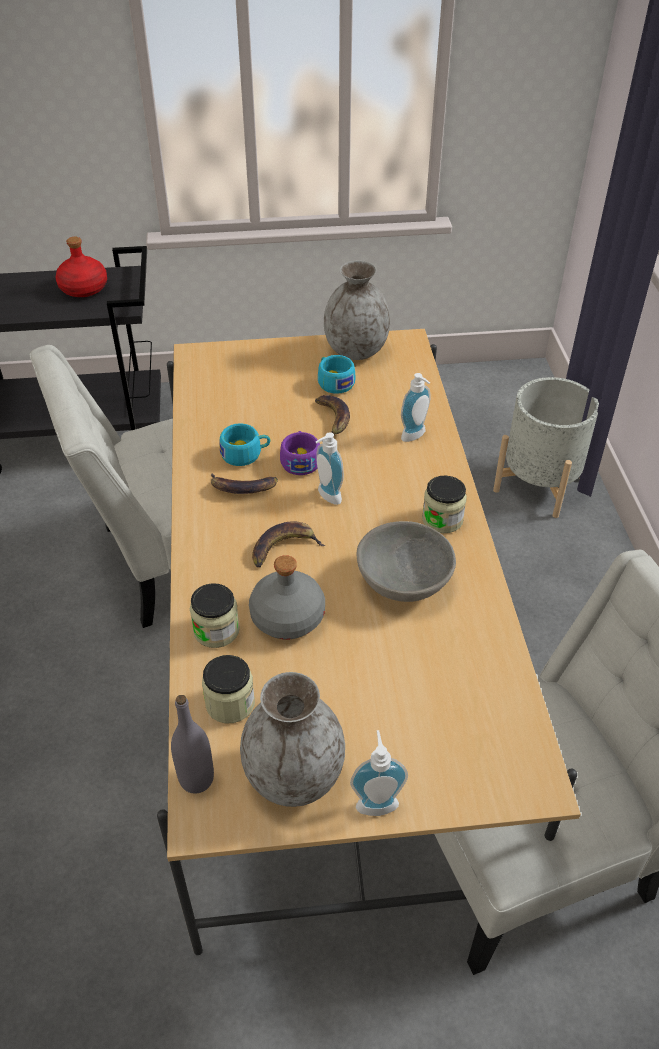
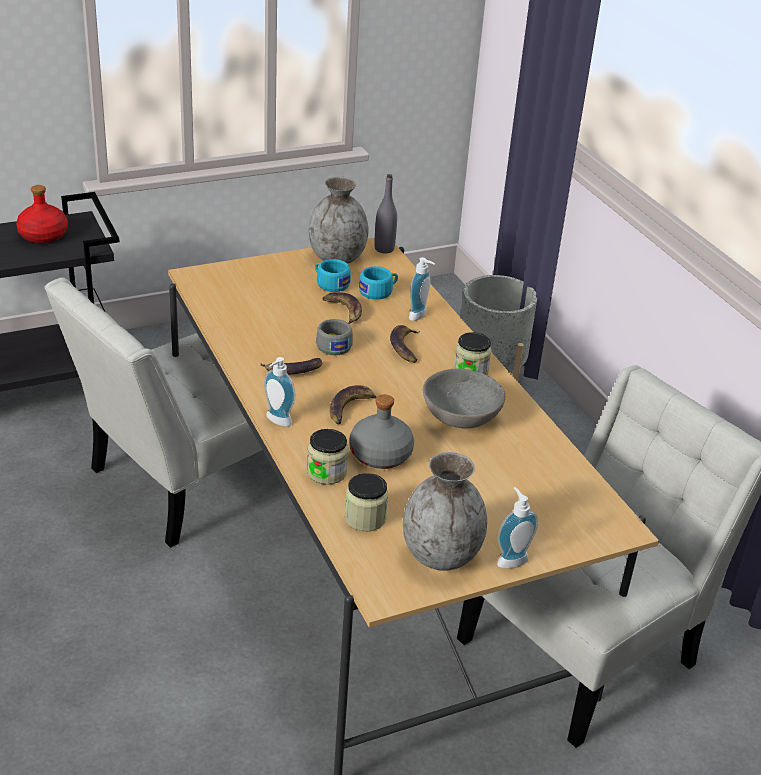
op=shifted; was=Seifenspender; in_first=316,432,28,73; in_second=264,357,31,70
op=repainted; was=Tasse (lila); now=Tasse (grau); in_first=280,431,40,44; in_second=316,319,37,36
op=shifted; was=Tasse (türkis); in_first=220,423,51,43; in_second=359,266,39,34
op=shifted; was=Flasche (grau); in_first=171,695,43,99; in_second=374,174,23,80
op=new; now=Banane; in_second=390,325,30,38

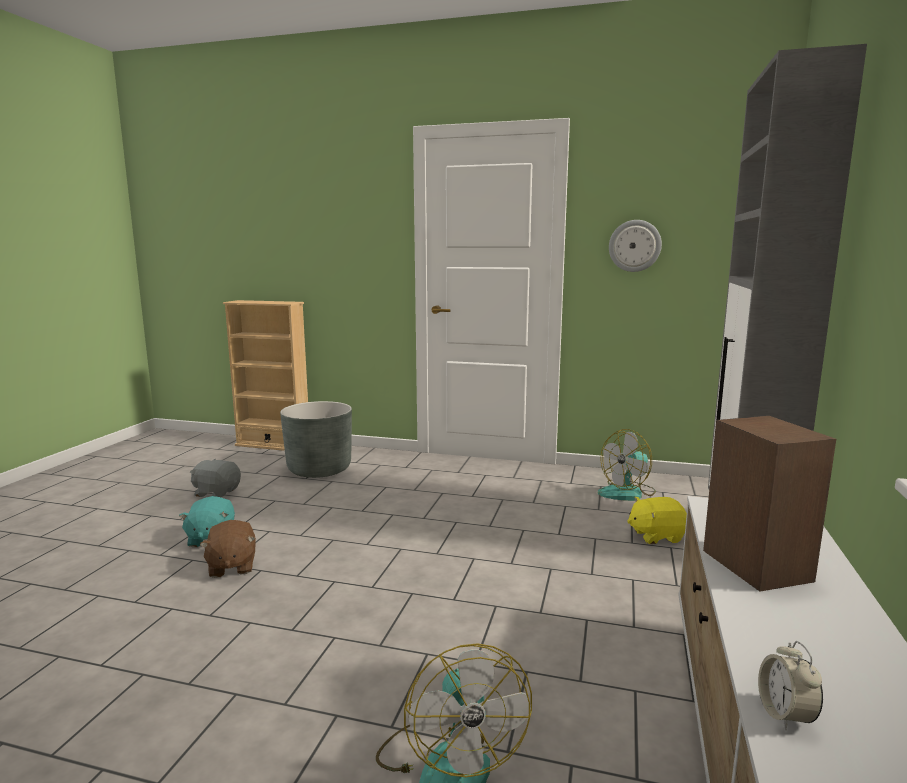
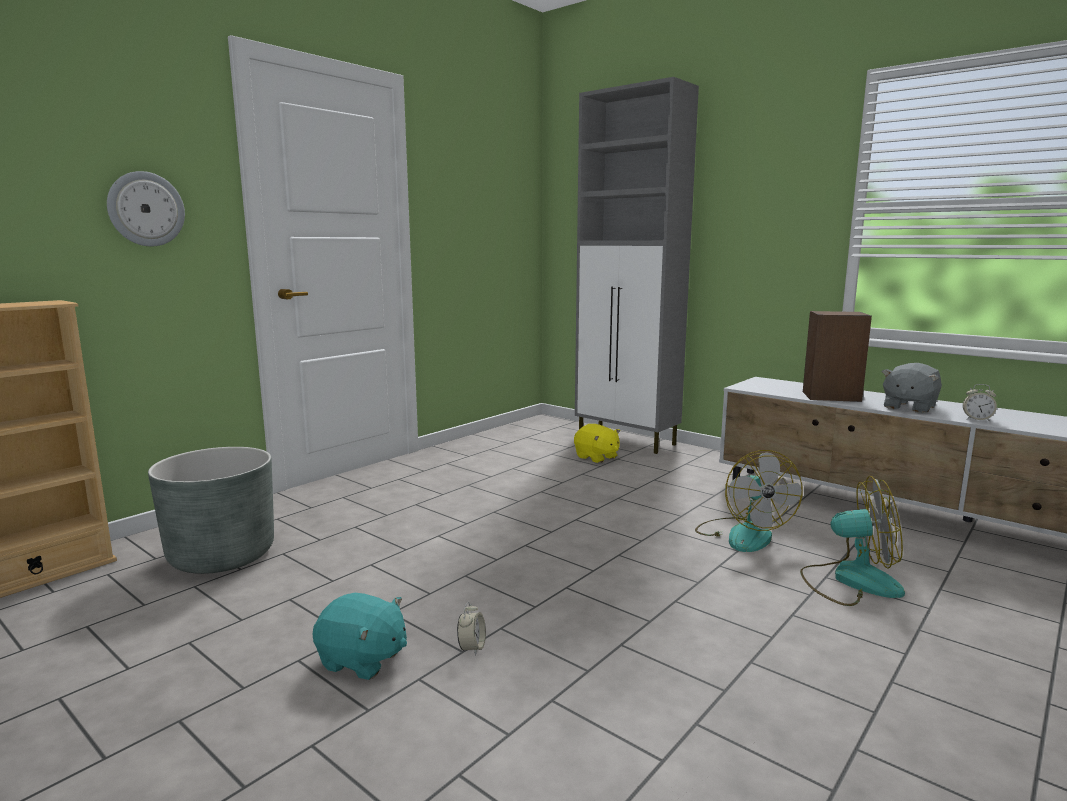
op=shifted; was=Wanduhr; in_first=609,220,53,52; in_second=107,171,78,76
op=swapped; was=Plüschtier (braun); now=Wecker; in_first=200,520,56,58; in_second=457,602,29,54
op=rotated; was=Plüschtier (gelb); in_first=627,497,60,47; in_second=574,424,46,39; clockwise=-60
op=shifted; was=Ventilator; in_first=598,429,58,72; in_second=695,450,108,102
op=shifted; was=Plüschtier (grau); in_first=190,459,51,39; in_second=882,363,60,50

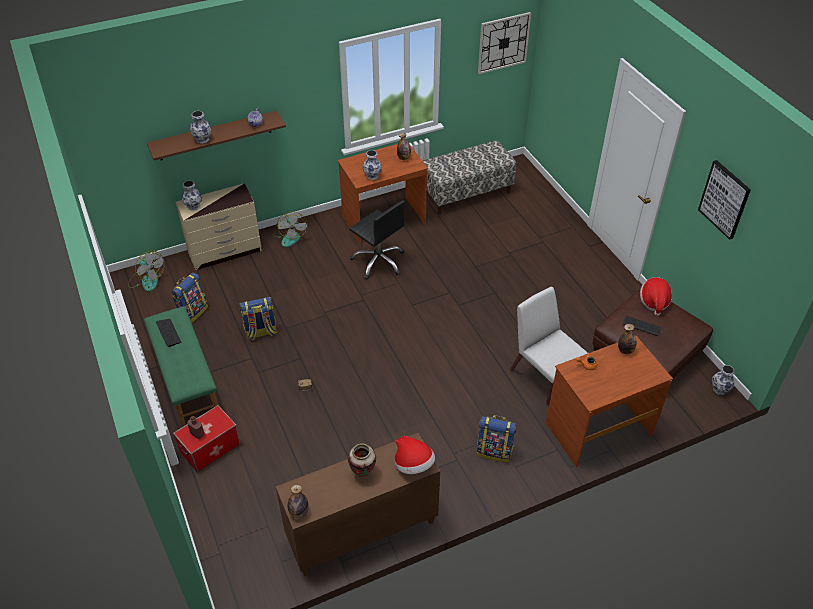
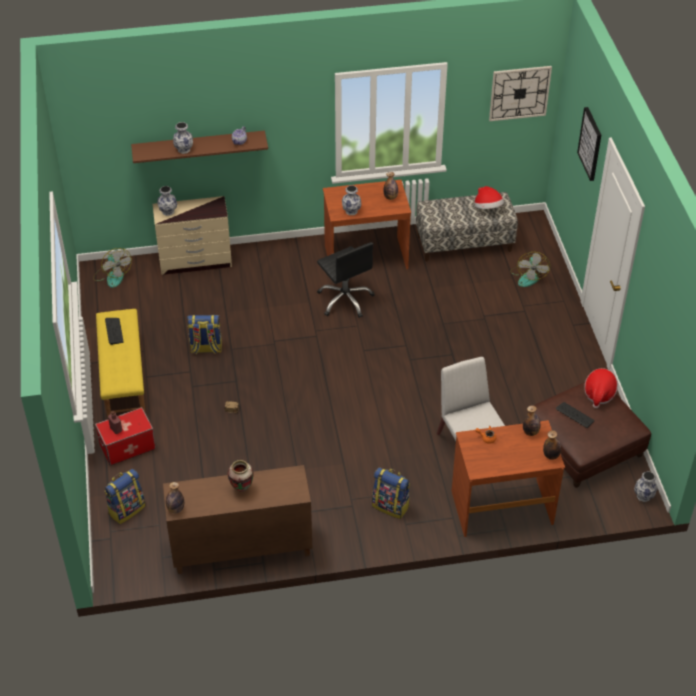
op=repainted; was=Bank (grün); now=Bank (gelb); in_first=144,306,74,119; in_second=96,309,49,109
op=shifted; was=Rucksack; in_first=172,273,36,50; in_second=104,469,42,55
op=shifted; was=Hut; in_first=395,436,40,38; in_second=475,186,29,23
op=shifted; was=Ventilator; in_first=273,212,35,35; in_second=510,252,40,35
op=new; now=Flasche; in_second=543,430,18,30
op=shifted; was=Bild; in_first=698,160,53,80; in_second=577,107,24,74

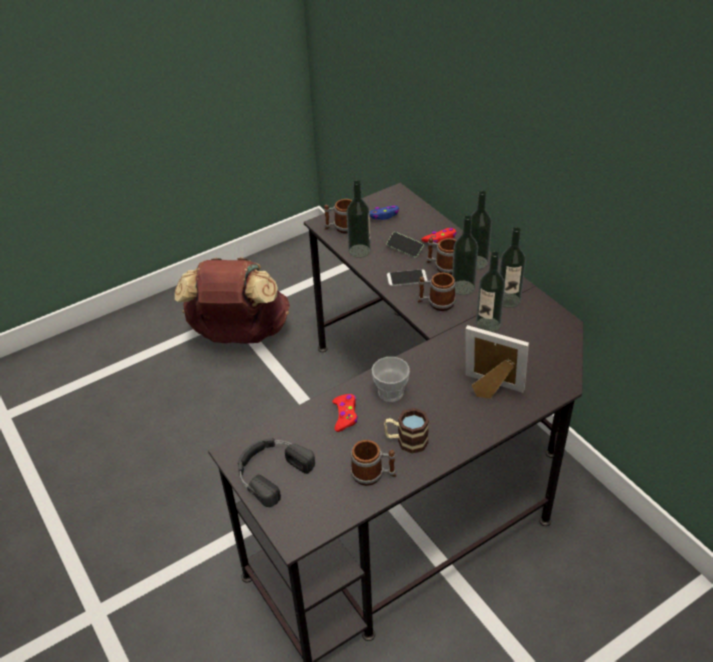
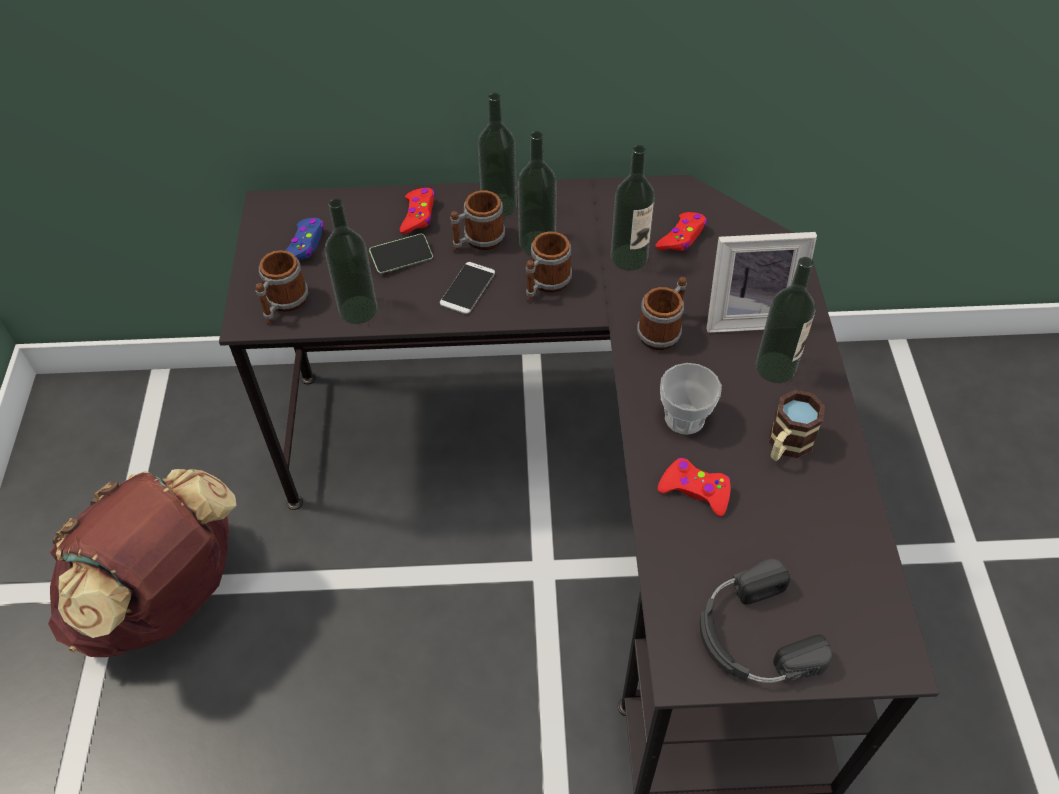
op=shifted; was=Henkelbecher; in_first=351,440,45,46; in_second=637,277,50,73
op=new; now=Gamepad (rot); in_second=656,212,51,39
op=rotated; was=Bilderrahmen; in_first=465,325,64,74; in_second=706,232,111,101; clockwise=-150
op=shifted; was=Flasche; in_first=499,227,27,81; in_second=756,257,59,126

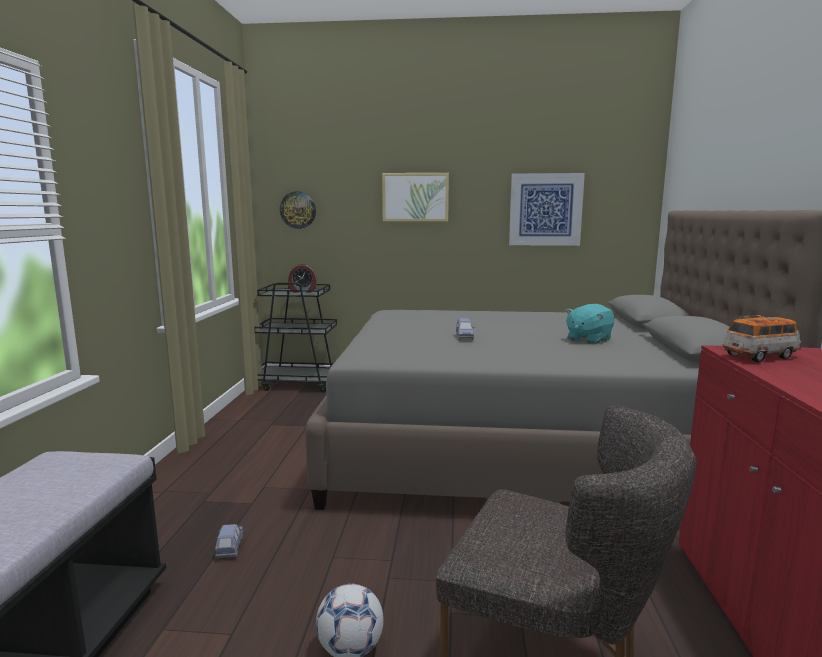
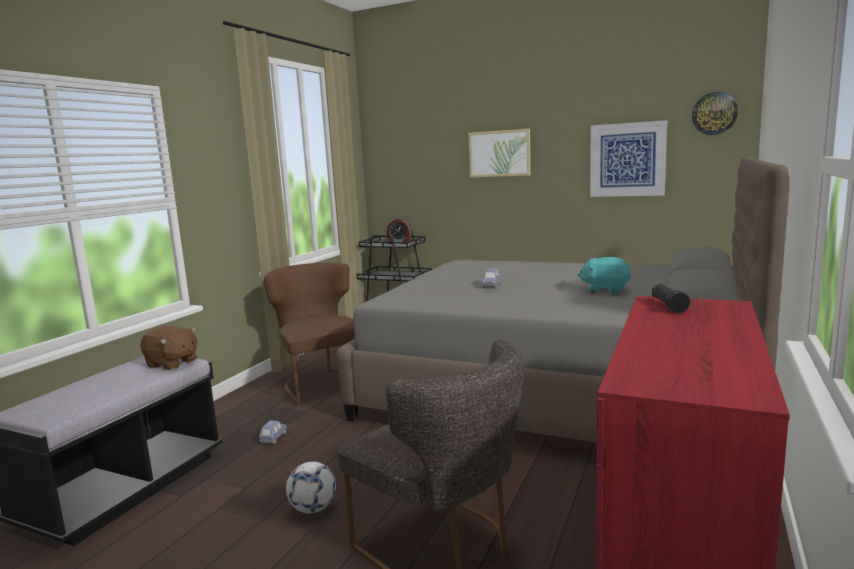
op=new; now=Plüschtier (braun); in_second=140,325,57,45
op=new; now=Stuhl (braun); in_second=264,263,91,142
op=rotated; was=Plüschtier (türkis); in_first=565,304,49,40; in_second=578,257,53,37; clockwise=45
op=swapped; was=Spielzeugauto; now=Taschenlampe (schwarz); in_first=723,315,78,47; in_second=652,284,39,29
op=shifted; was=Wanduhr; in_first=280,191,36,38; in_second=692,92,46,43

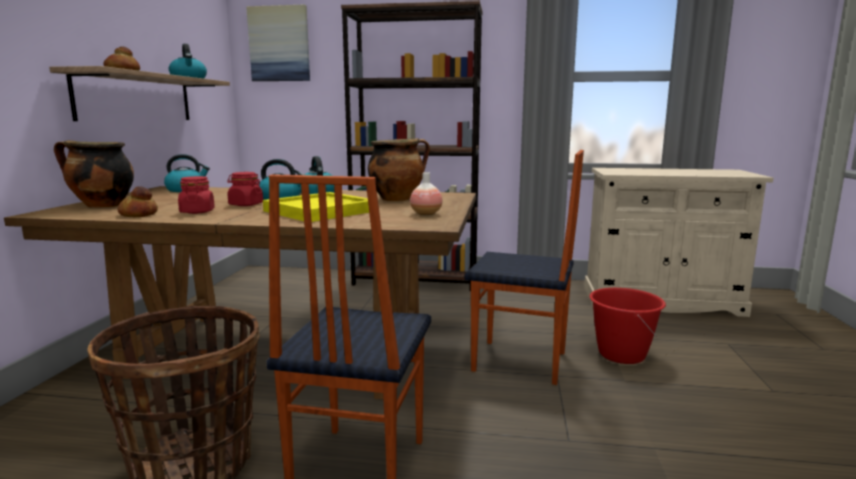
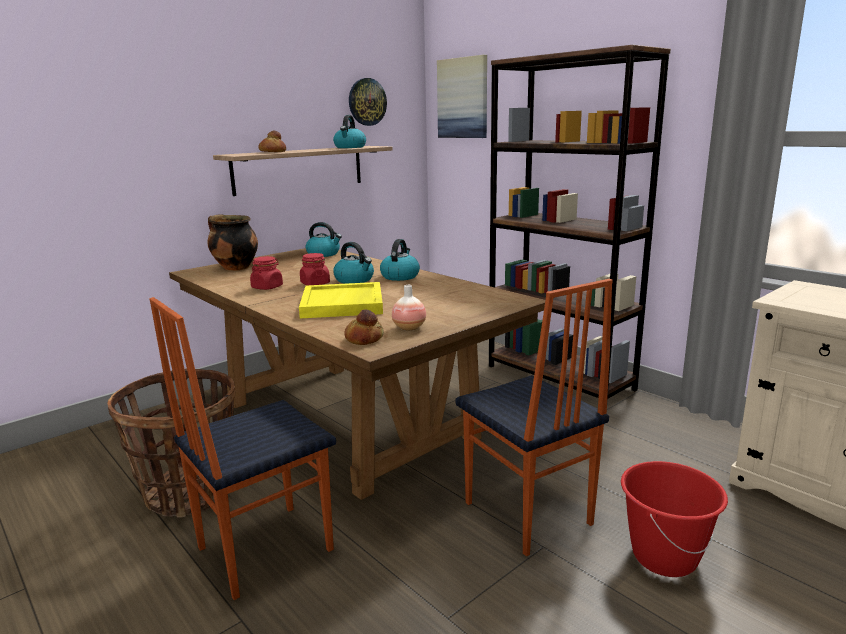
op=shifted; was=Brot; in_first=117,186,41,31; in_second=344,309,40,36
op=new; now=Wanduhr; in_second=349,78,38,48
op=gone; was=Kochtopf; in_first=368,138,62,63

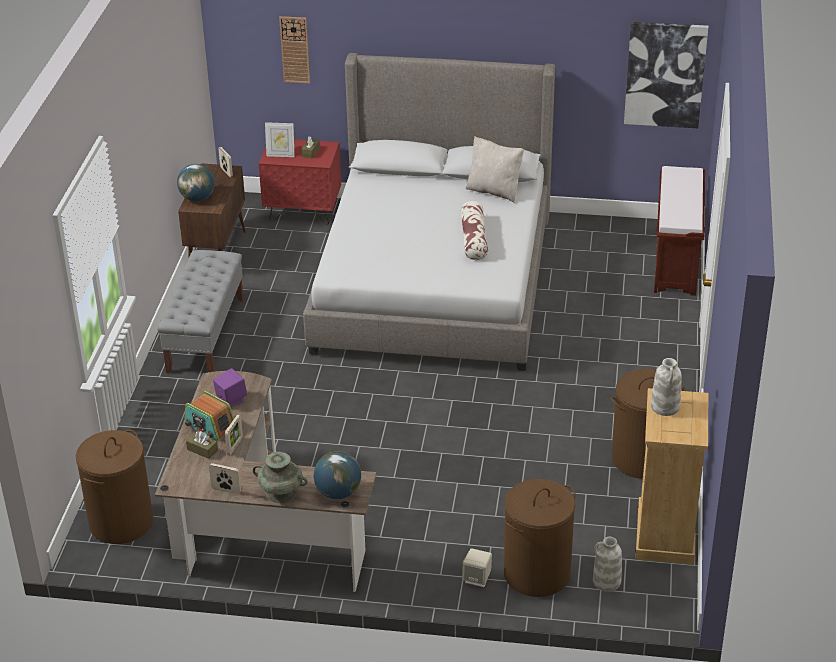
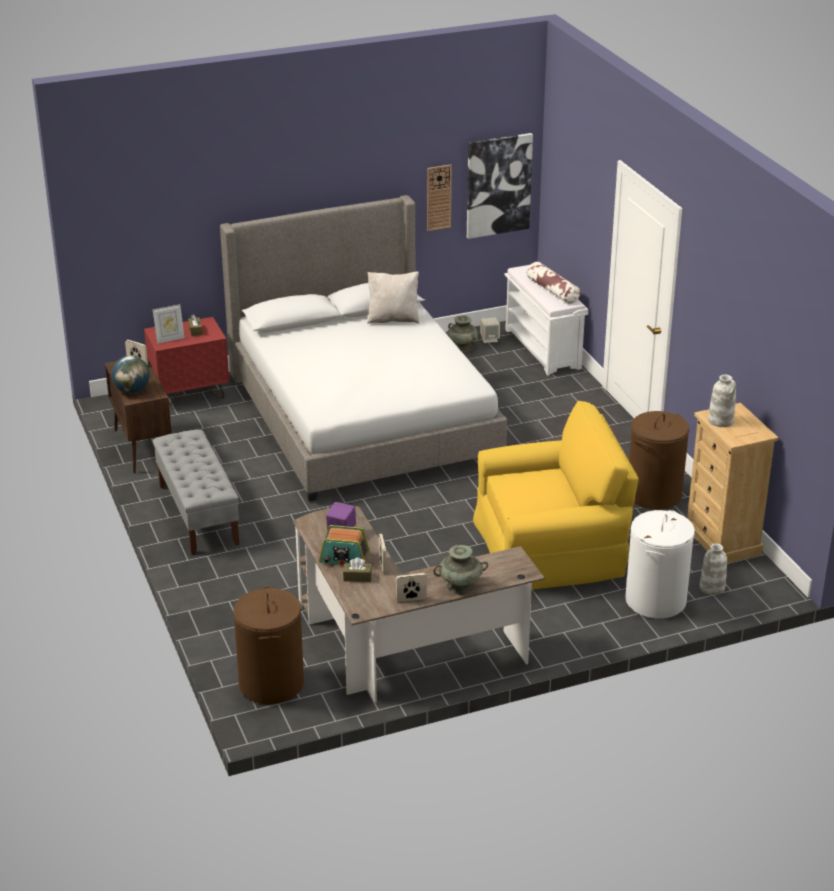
op=shifted; was=Wanduhr; in_first=279,16,31,68; in_second=427,164,25,67
op=new; now=Vase (türkis); in_second=448,315,30,37
op=new; now=Sessel (gelb); in_second=473,401,165,189
op=shifted; was=Lautsprecher (beige); in_first=462,548,30,39; in_second=480,317,20,26
op=repainted; was=Bank (braun); now=Bank (weiß); in_first=654,166,51,130; in_second=505,265,83,111
op=shifted; was=Kissen; in_first=461,201,27,59; in_second=527,262,54,42
op=repainted; was=Wäschekorb (braun); now=Wäschekorb (weiß); in_first=504,479,72,118; in_second=625,510,70,109
op=gone; was=Globus; in_first=314,451,47,48

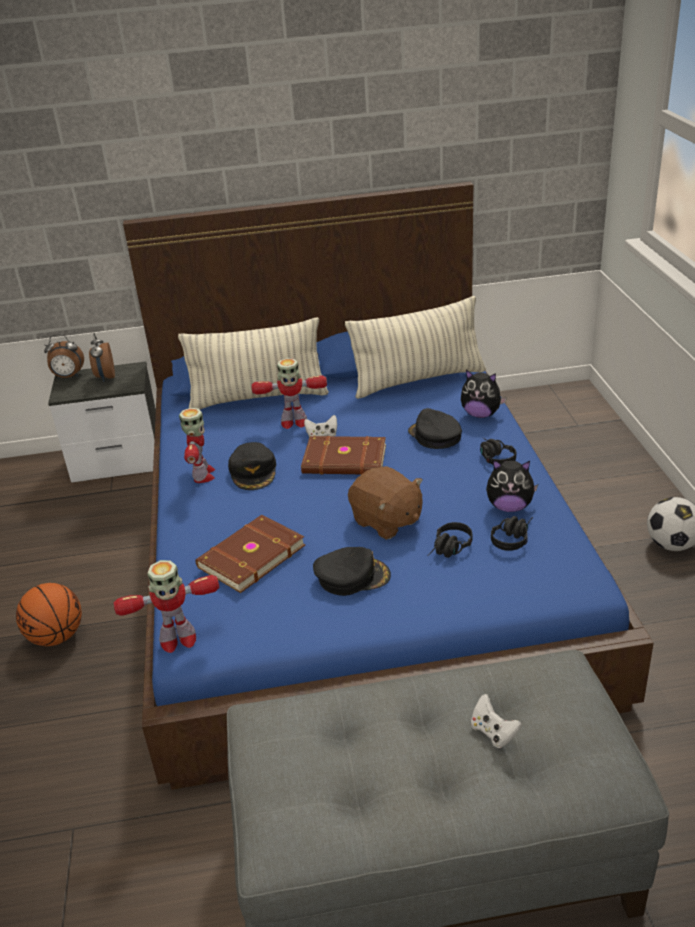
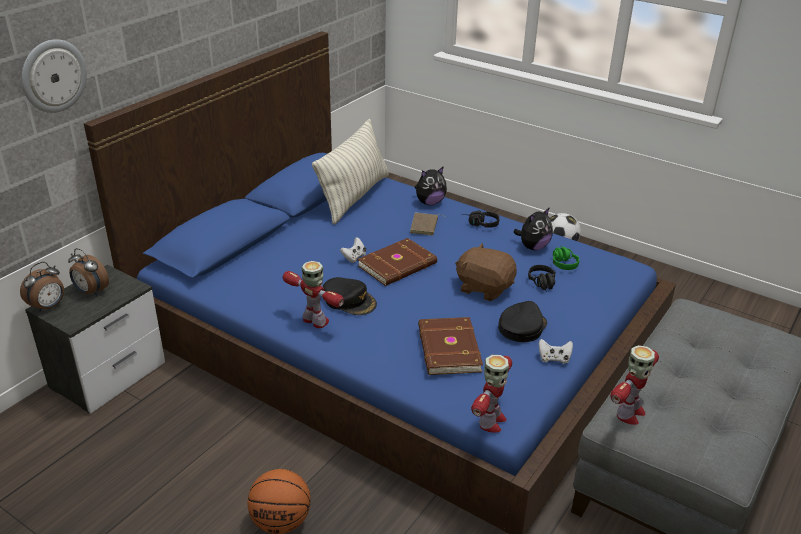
op=new; now=Wanduhr; in_second=21,39,66,74
op=swapped; was=Kappe (schwarz); now=Buch (braun); in_first=408,408,54,41; in_second=410,213,36,23
op=rotated; was=Plüschtier (braun); in_first=348,466,75,74; in_second=455,243,62,58; clockwise=-150
op=shifted; was=Gamepad (weiß); in_first=471,694,51,54; in_second=539,339,34,25
op=repainted; was=Kopfhörer (schwarz); now=Kopfhörer (grün); in_first=491,516,42,35; in_second=553,245,26,25
op=shifted; was=Spielzeugroboter; in_first=251,358,76,71; in_second=610,345,49,80
op=gone; was=Kissen; in_first=178,317,151,93

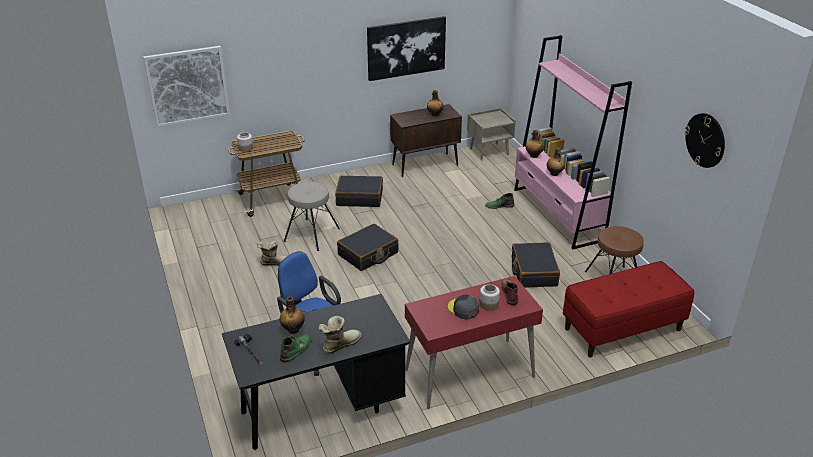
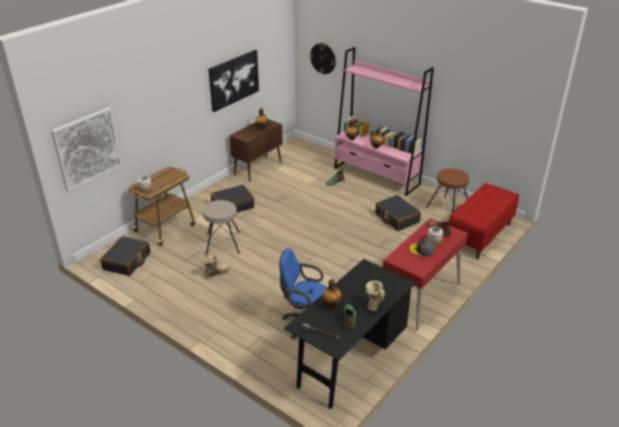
op=shifted; was=Koffer (schwarz); in_first=337,224,61,47; in_second=100,236,51,40
op=shifted; was=Wanduhr; in_first=685,113,40,55; in_second=310,43,26,31
op=gone; was=Nachttisch (beige); in_first=467,108,49,52

